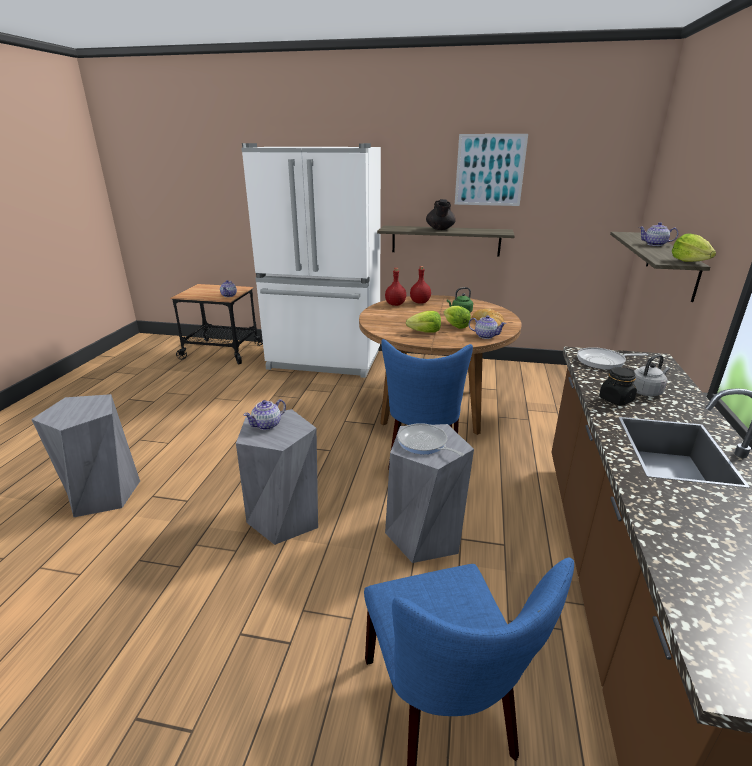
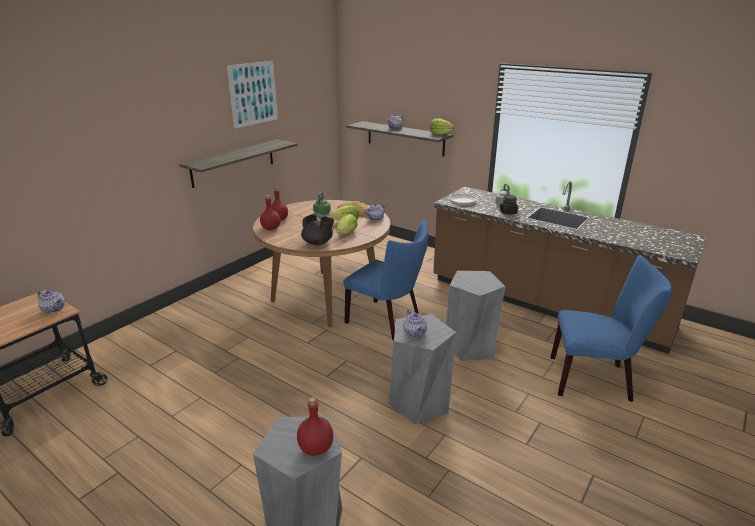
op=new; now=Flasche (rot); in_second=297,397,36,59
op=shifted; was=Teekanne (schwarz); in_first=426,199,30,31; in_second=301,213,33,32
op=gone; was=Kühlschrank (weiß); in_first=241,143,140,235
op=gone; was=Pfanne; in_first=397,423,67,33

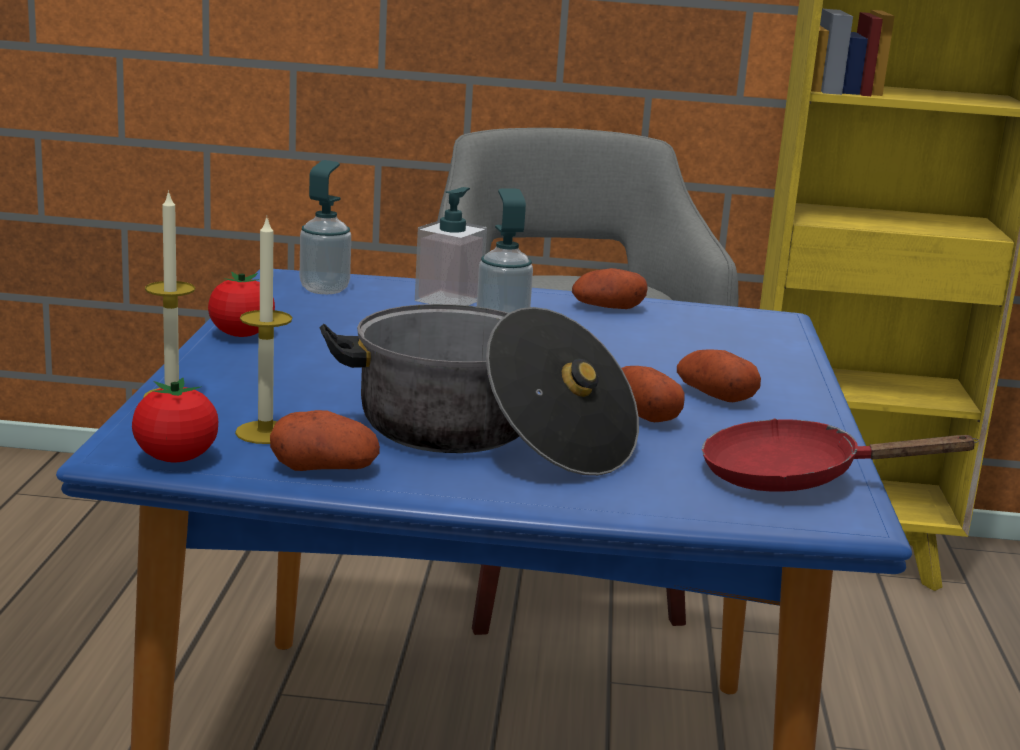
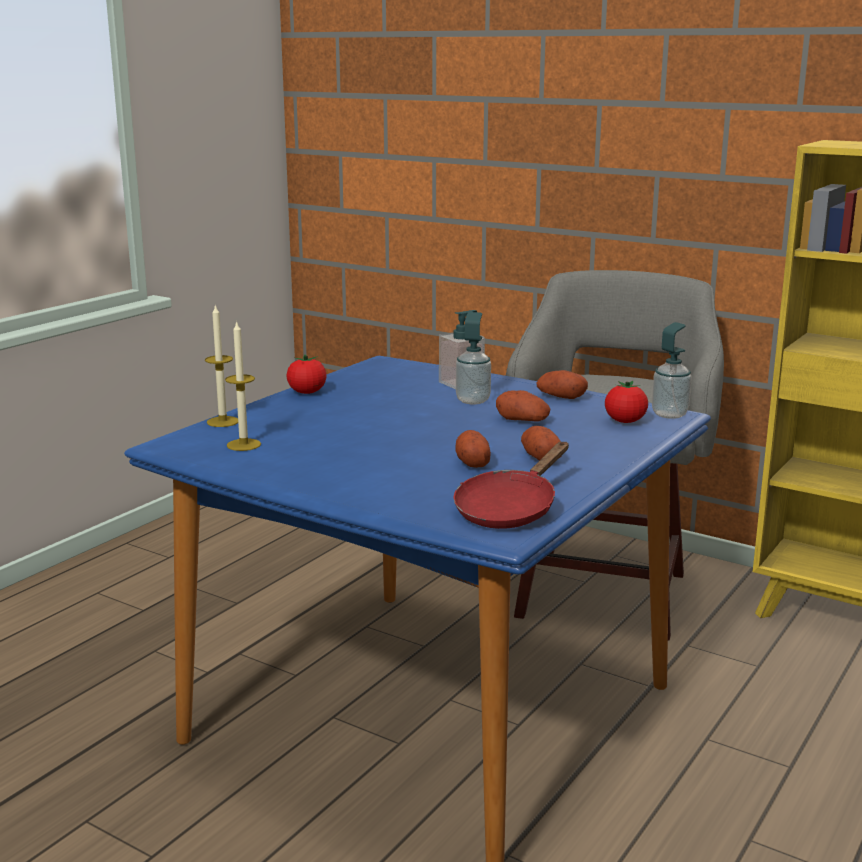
op=rotated; was=Pfanne (rot); in_first=702,418,277,74; in_second=453,442,116,87; clockwise=-90
op=shifted; was=Kartoffel; in_first=270,410,110,61; in_second=496,390,54,32
op=shifted; was=Tomate; in_first=132,378,86,84; in_second=605,381,43,42
op=shifted; was=Seifenspender; in_first=300,160,51,134; in_second=652,322,40,97
op=gone; was=Kochtopf; in_first=319,304,320,172

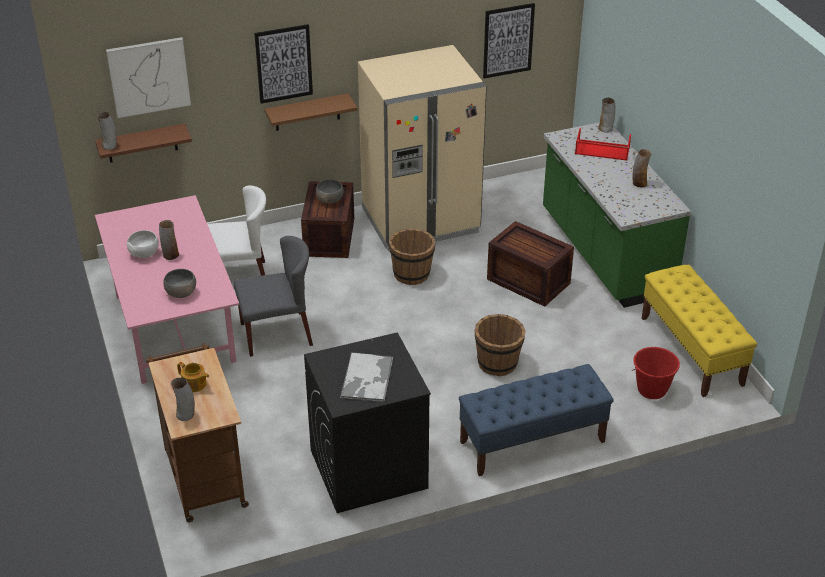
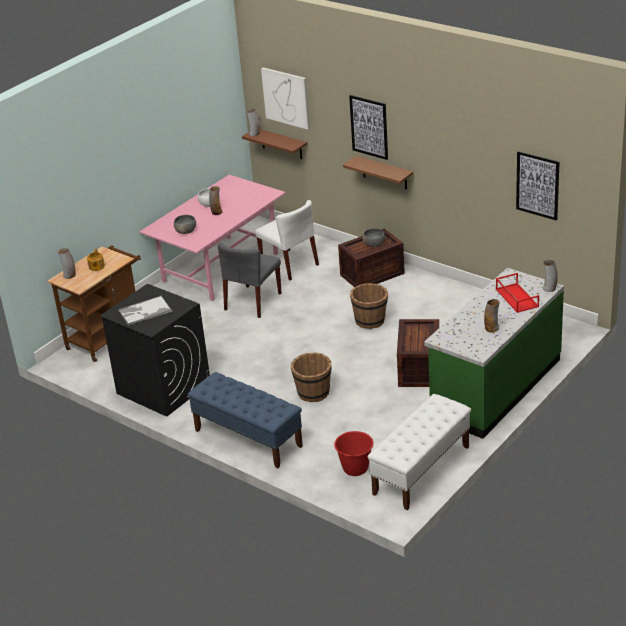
op=rotated; was=Stuhl (grau); in_first=234,236,79,121; in_second=218,242,64,76; clockwise=75
op=repainted; was=Bank (gelb); now=Bank (weiß); in_first=642,265,115,132; in_second=368,394,103,116
op=gone; was=Kühlschrank (beige); in_first=358,45,129,207

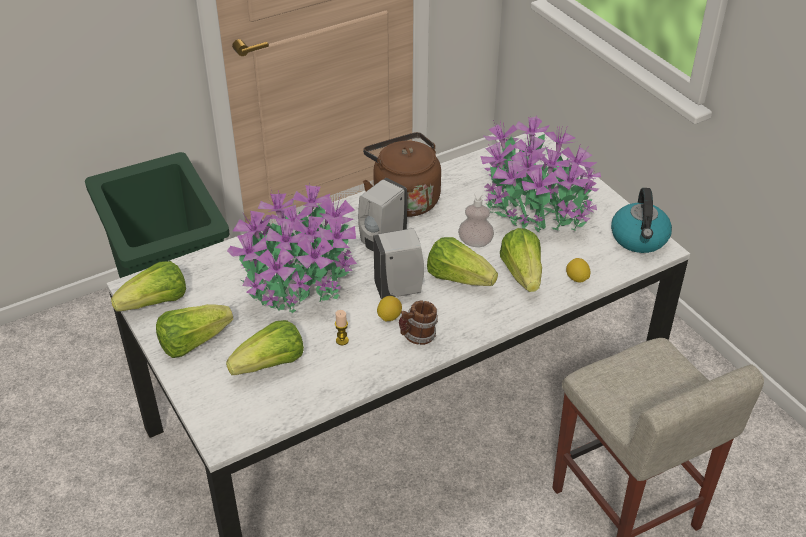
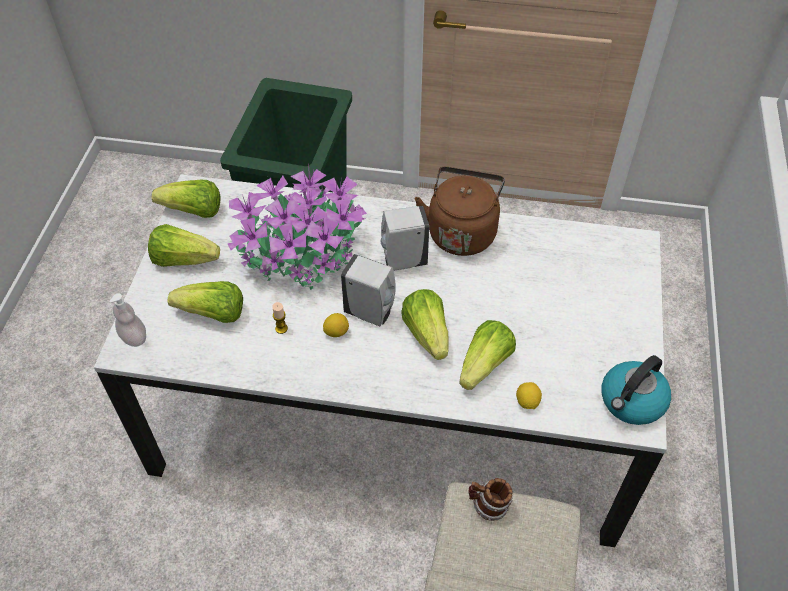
op=shifted; was=Seifenspender; in_first=458,191,36,56; in_second=110,293,36,54
op=shifted; was=Henkelbecher; in_first=399,301,39,44; in_second=468,478,45,43
op=gone; was=Topfpflanze; in_first=480,116,121,117

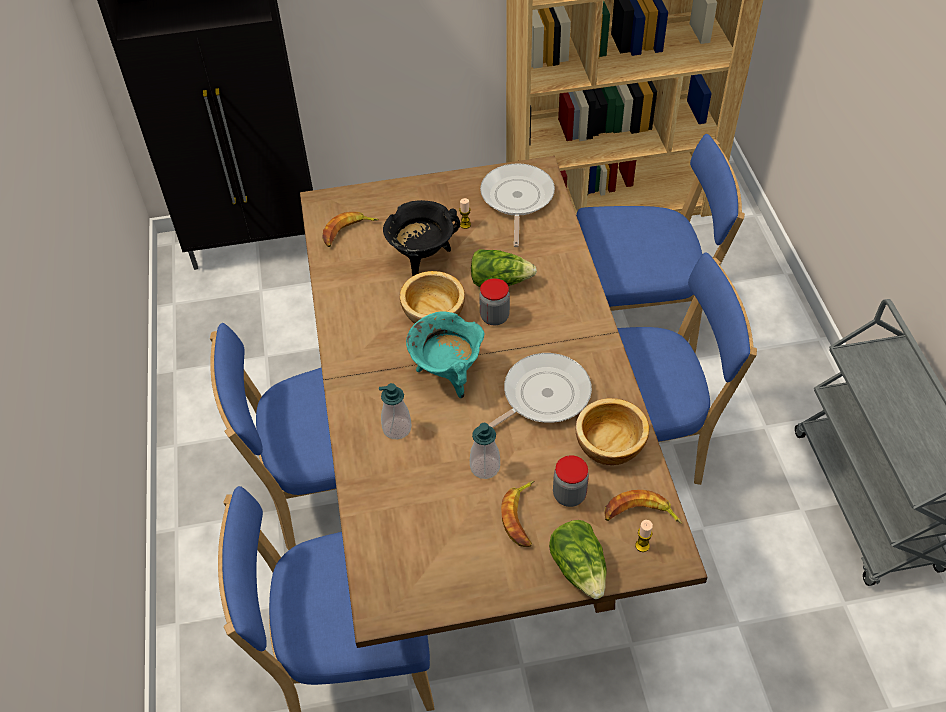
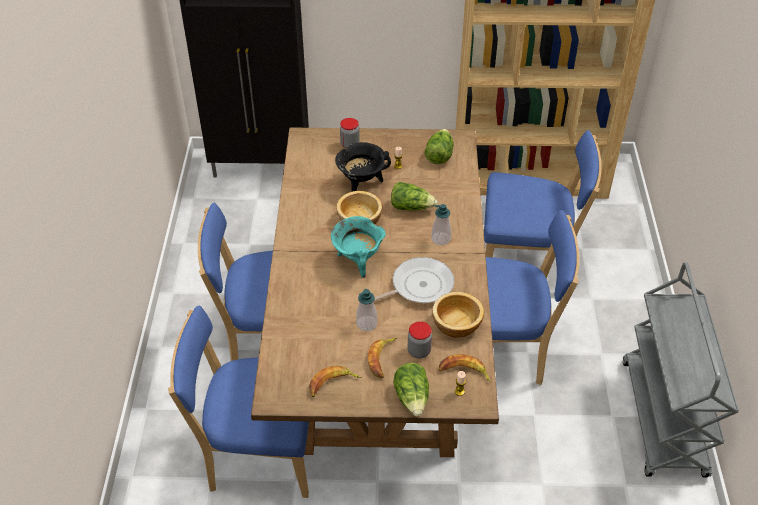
op=shifted; was=Banane; in_first=322,212,57,35; in_second=308,366,53,31
op=shifted; was=Vorratsglas; in_first=479,278,31,47; in_second=340,118,20,31
op=swapped; was=Pfanne; now=Salatkopf; in_first=480,163,75,84; in_second=425,129,29,35
op=shifted; was=Seifenspender; in_first=379,383,33,56; in_second=431,204,20,41

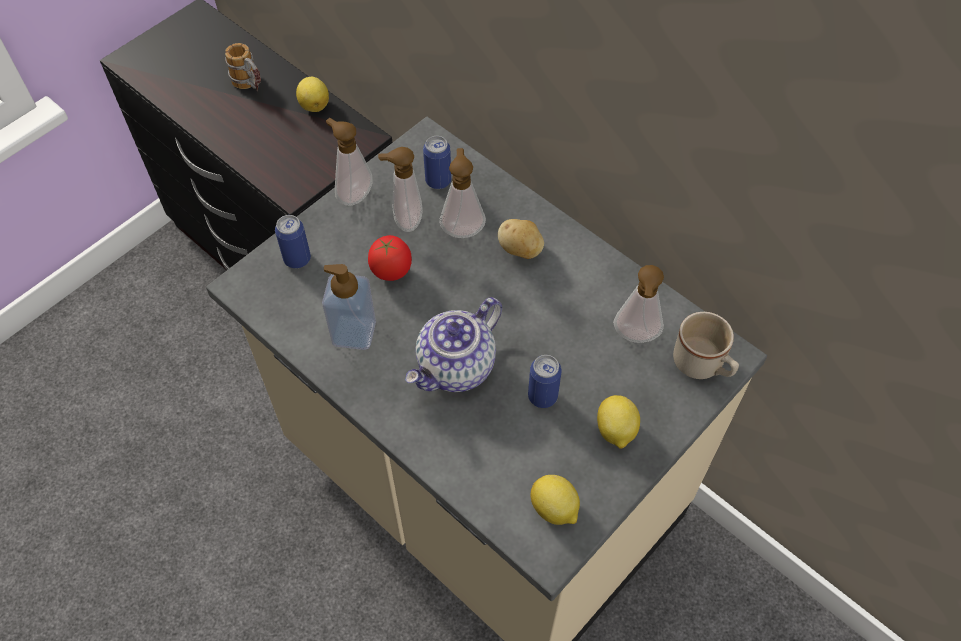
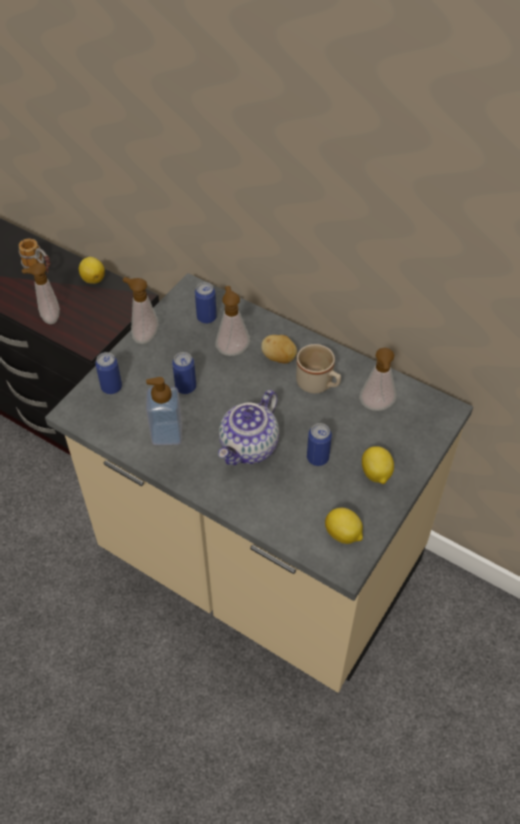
op=shifted; was=Seifenspender; in_first=378,147,45,85; in_second=22,263,38,61
op=swapped; was=Tomate; now=Dose; in_first=368,235,44,46; in_second=172,352,24,42
op=shifted; was=Henkelbecher (beige); in_first=673,312,66,67; in_second=296,344,45,49

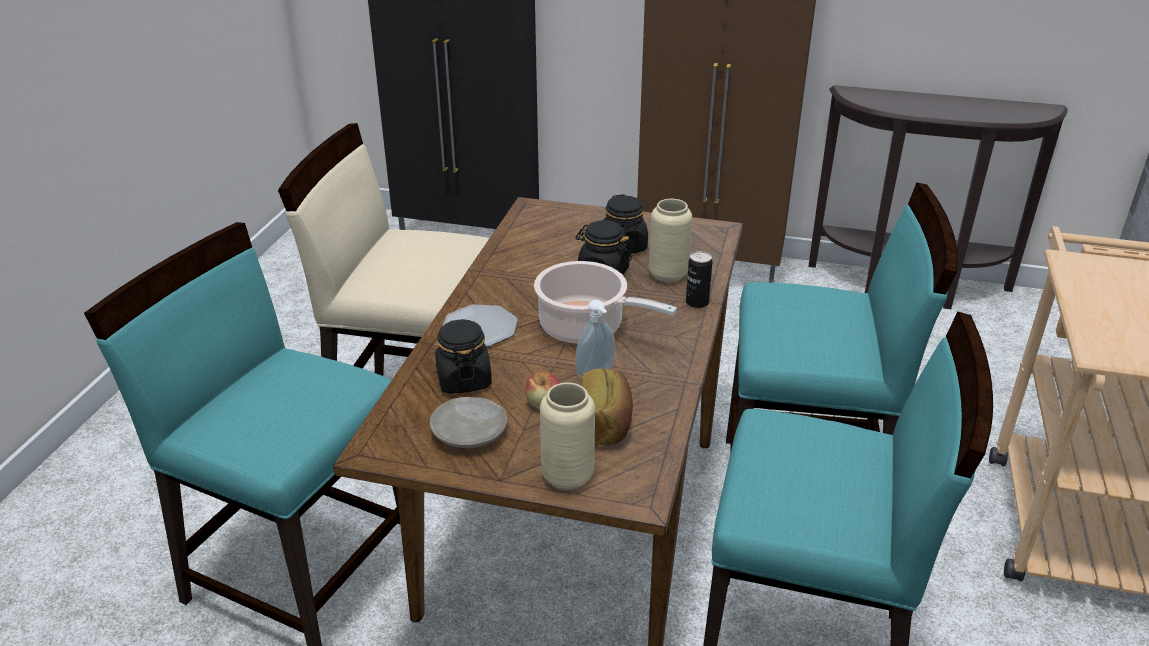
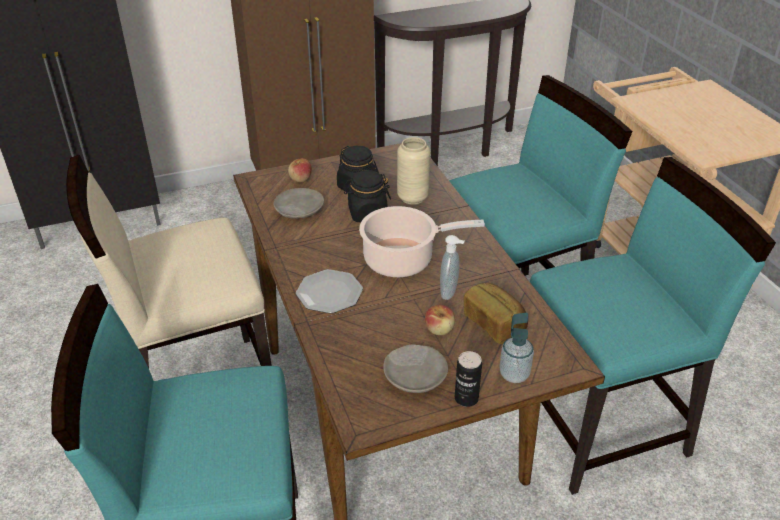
op=new; now=Teller (beige); in_second=274,188,50,31
op=new; now=Apfel; in_second=288,158,24,25
op=shifted; was=Dose; in_first=686,251,27,57; in_second=455,351,27,56
op=swapped; was=Vase (beige); now=Seifenspender; in_first=540,383,55,108; in_second=499,313,35,70
op=gone; was=Vorratsglas (schwarz); in_first=435,319,57,75

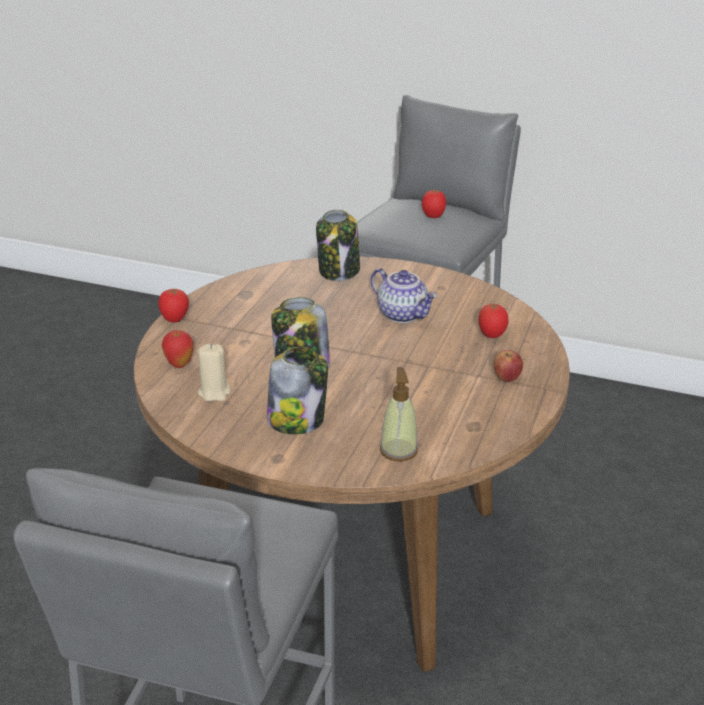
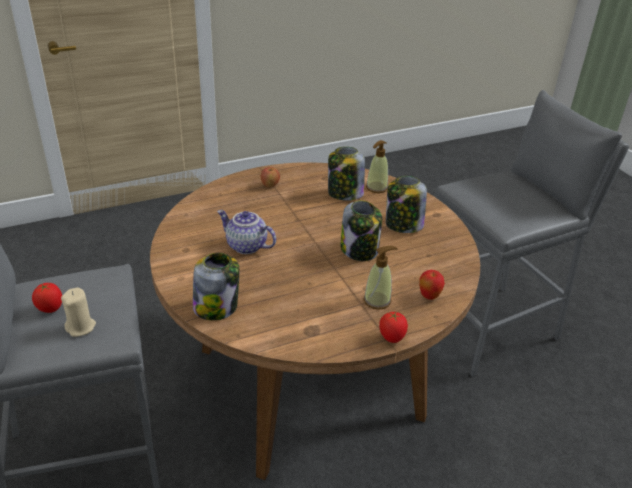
op=shifted; was=Kerze (beige); in_first=198,344,33,58; in_second=61,287,35,50
op=rotated; was=Teekanne; in_first=371,268,66,55; in_second=217,210,59,44; clockwise=-60
op=new; now=Vorratsglas; in_second=328,147,37,54
op=new; now=Seifenspender; in_second=363,246,35,64
op=gone; was=Tomate; in_first=479,303,30,35

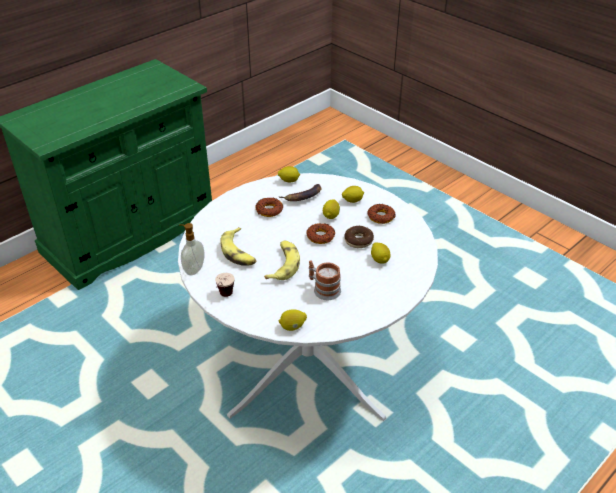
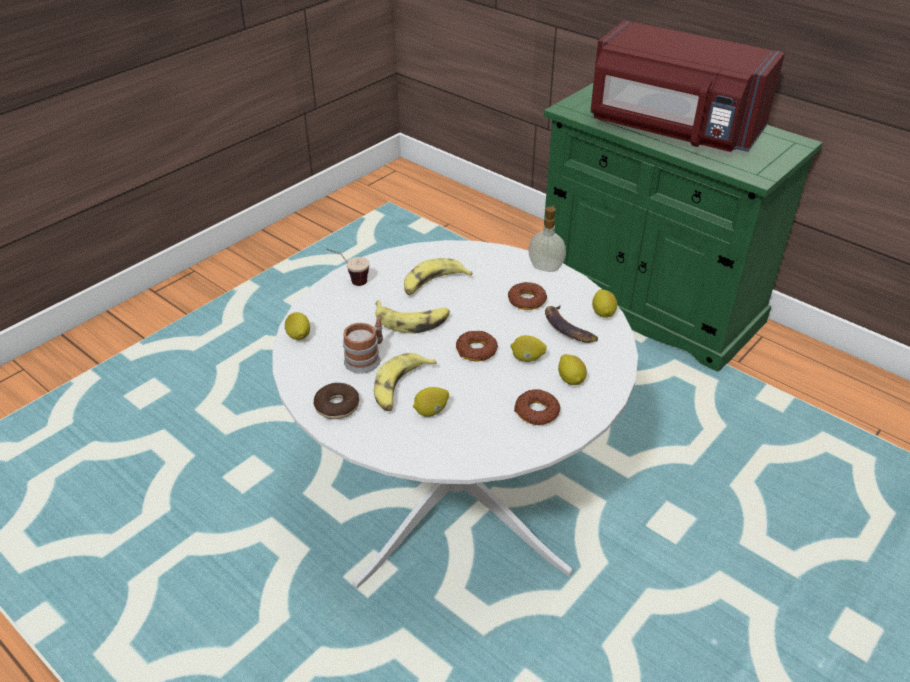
op=shifted; was=Donut; in_first=344,226,30,22; in_second=314,383,45,36
op=new; now=Banane; in_second=374,353,63,58
op=shifted; was=Seifenspender; in_first=179,223,26,52; in_second=528,205,38,67
op=new; now=Mikrowelle (rot); in_second=590,20,195,132

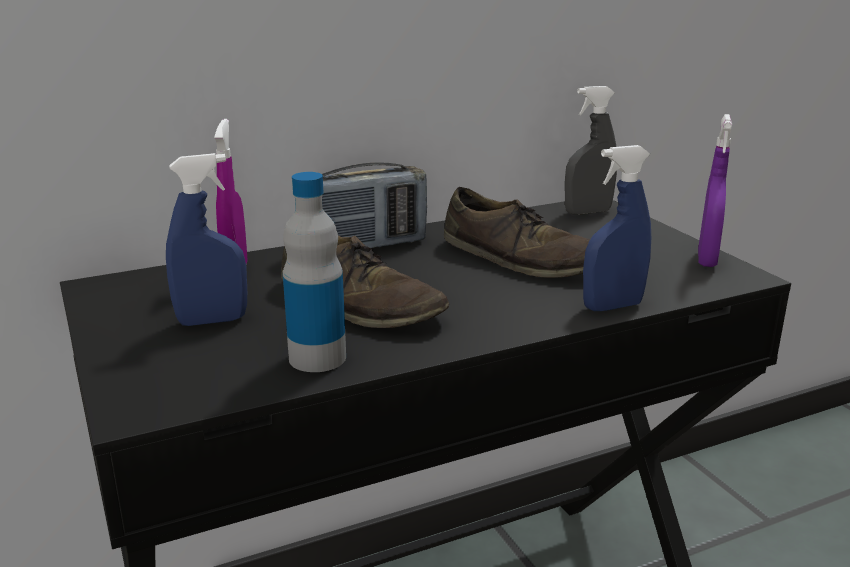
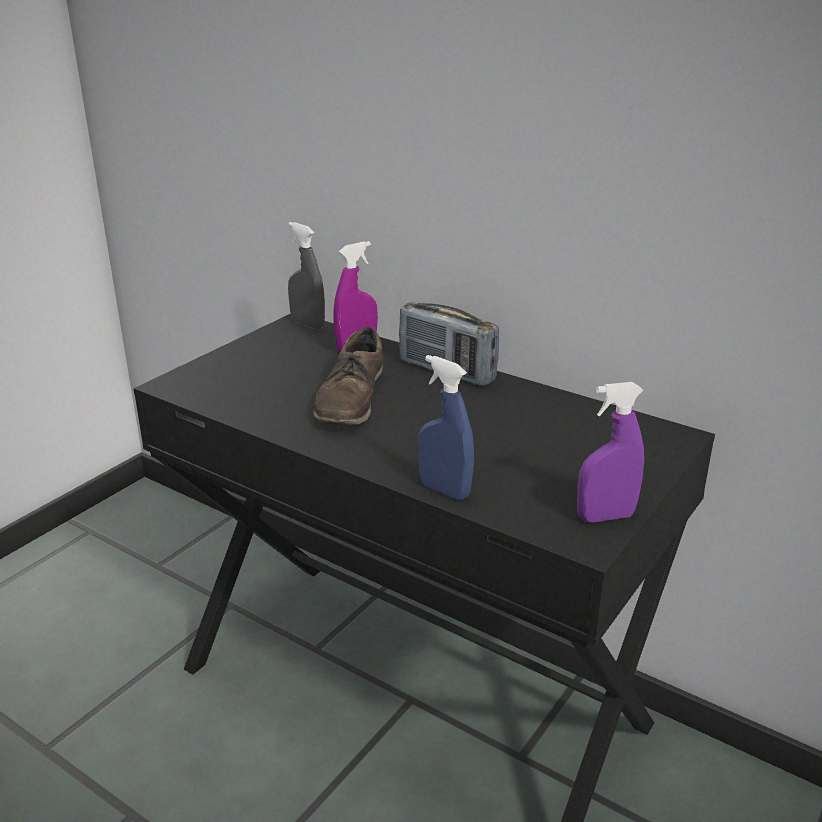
op=shifted; was=Sprühflasche (grau); in_first=565,86,52,129; in_second=288,222,37,107
op=gone; was=Sprühflasche (blau); in_first=166,153,81,173
op=gone; was=Flasche; in_first=283,172,63,200
op=gone; was=Schuh (braun); in_first=444,187,146,91

